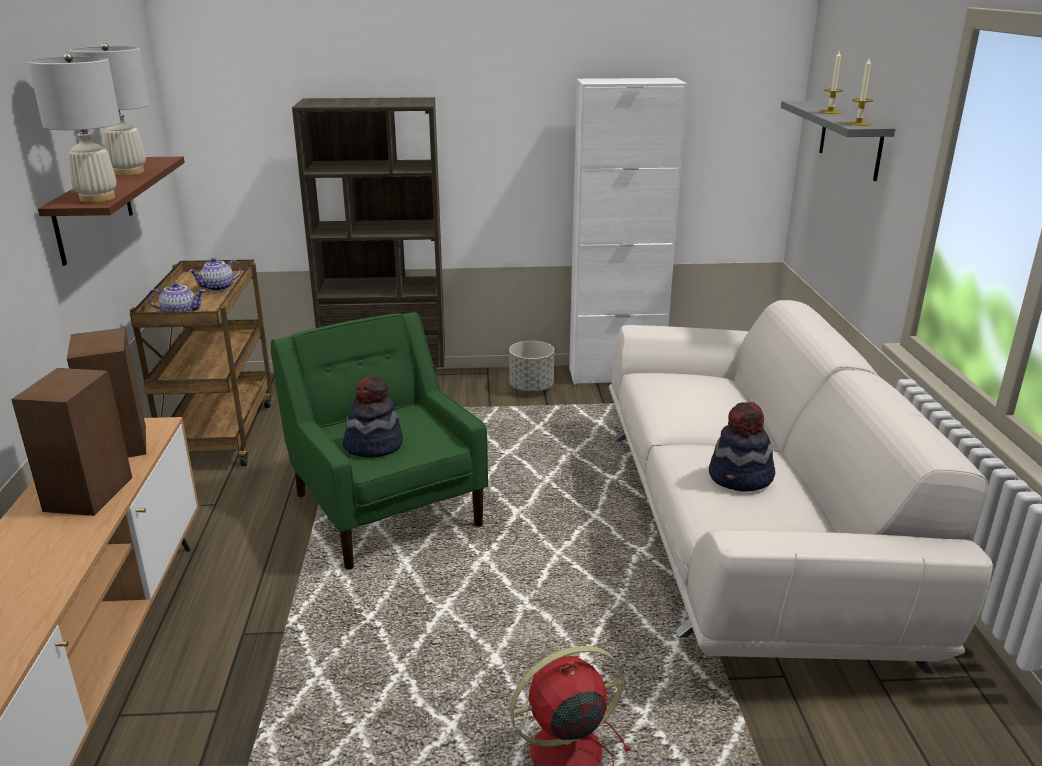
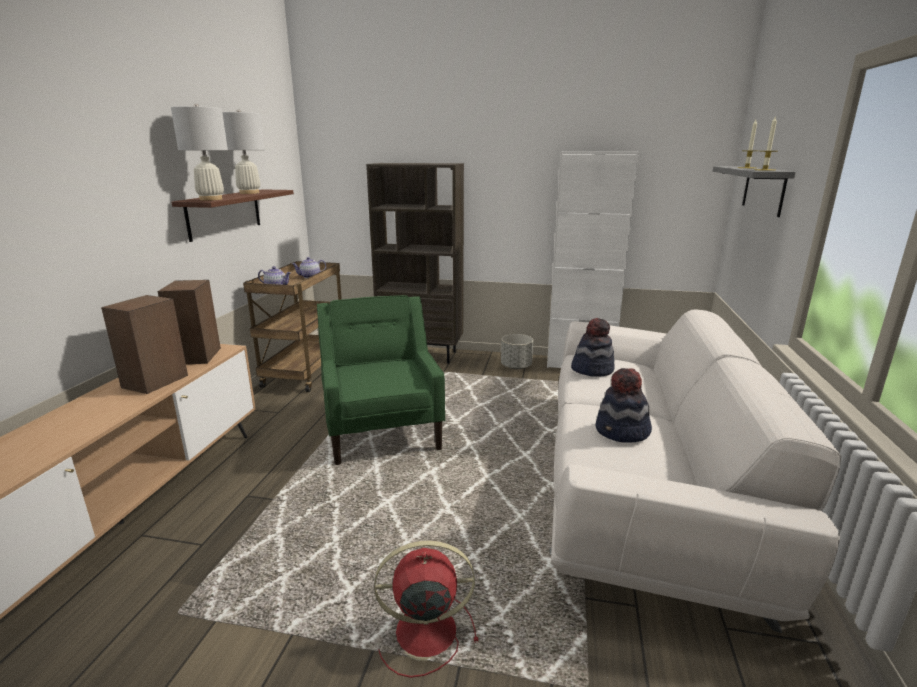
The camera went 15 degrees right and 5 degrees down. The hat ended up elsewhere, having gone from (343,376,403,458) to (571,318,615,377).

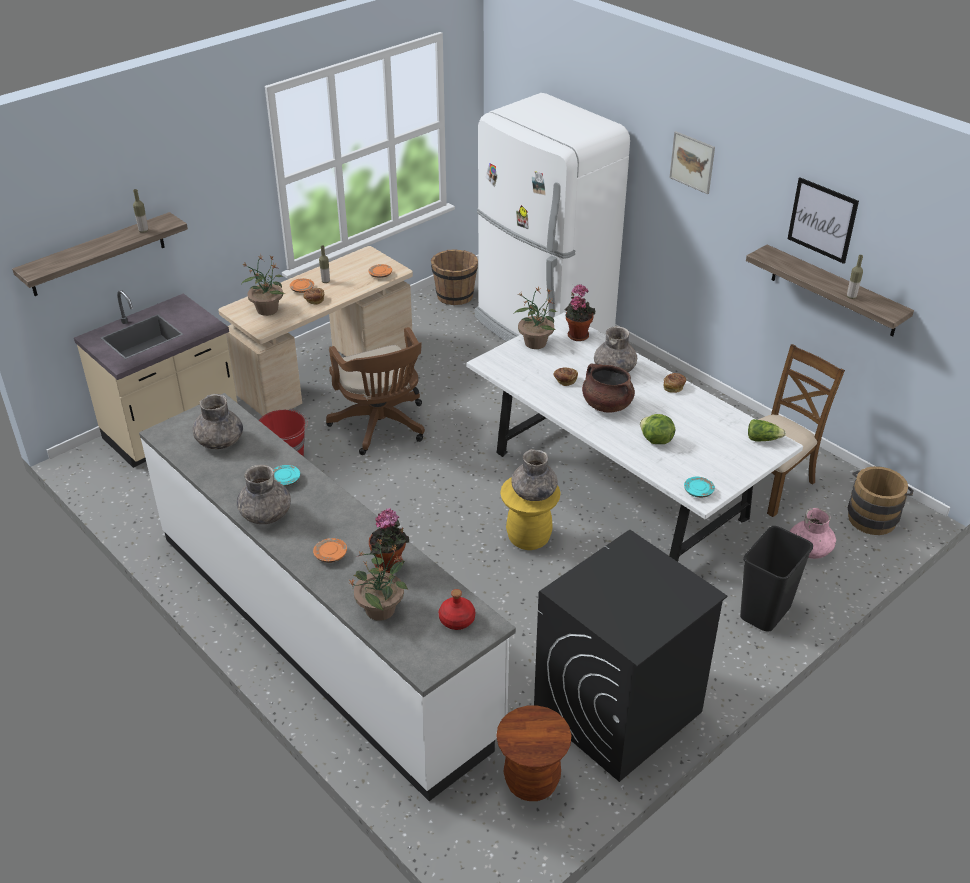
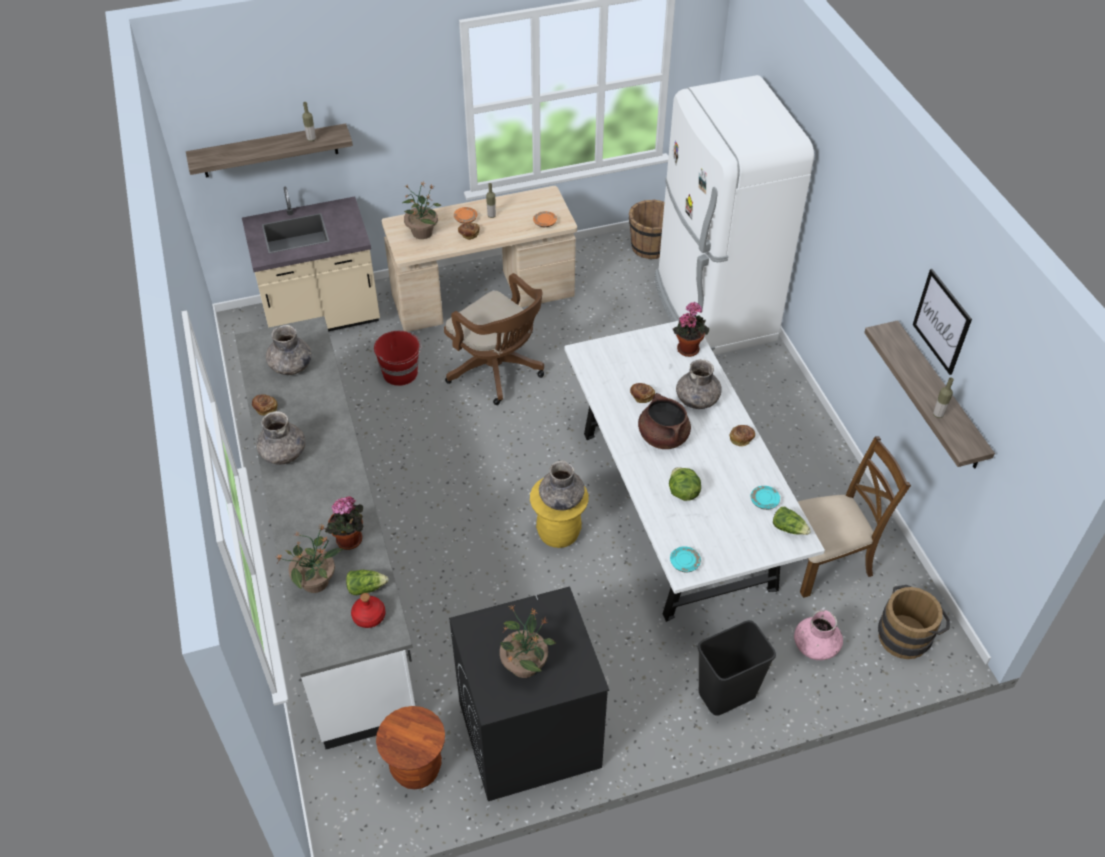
The camera went 25 degrees right and 10 degrees up. The turquoise plate ended up elsewhere, having gone from (273,465,300,487) to (751,486,780,510). The second view lost the orange plate at (313,538,347,563). The brown office chair at (326,327,425,455) ended up facing another way, 45 degrees counterclockwise from before. The potted plant ended up elsewhere, having gone from (514,286,557,349) to (500,605,555,678). The second view lost the picture at (669,131,715,194). The second view gained the bread at (252,394,277,416). The second view gained the lettuce at (346,570,389,595).

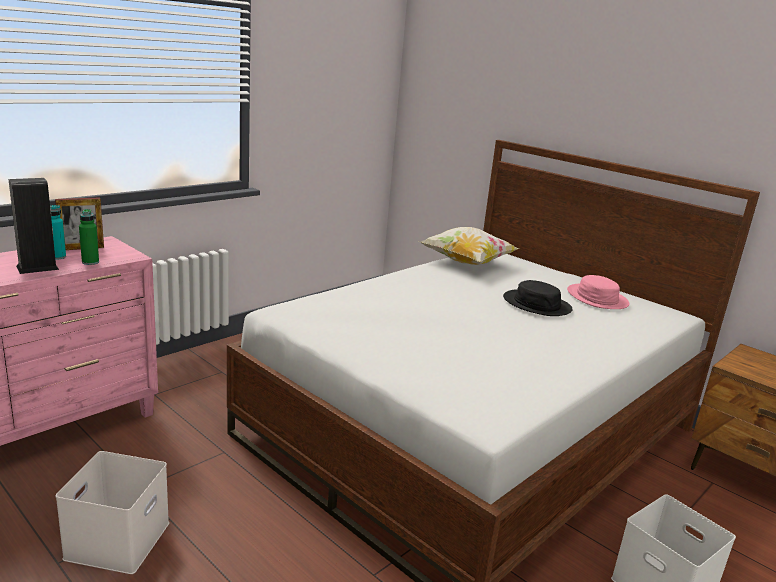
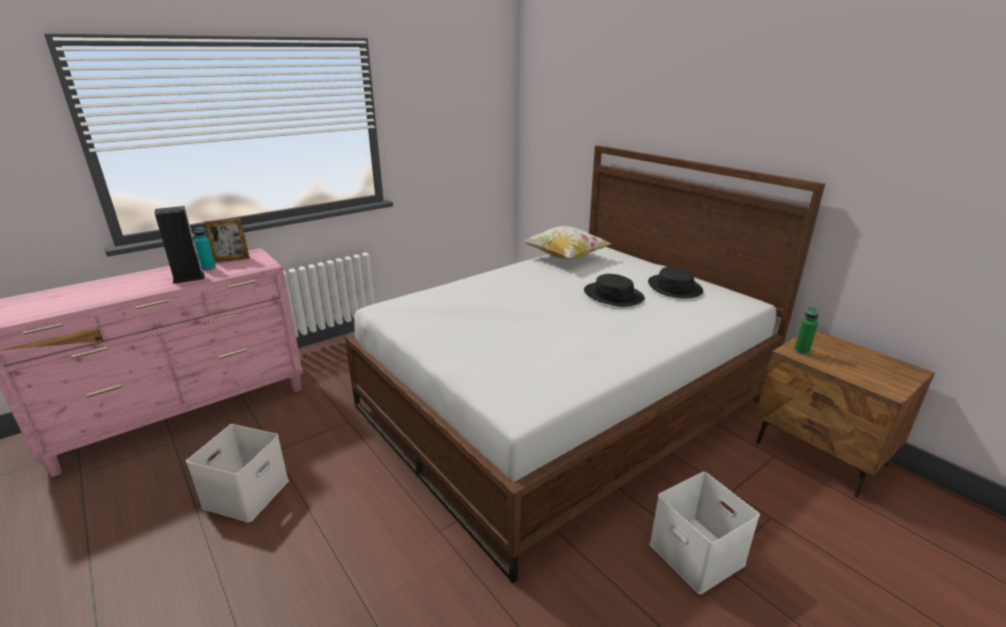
The camera went 10 degrees right and 5 degrees up. The green bottle ended up elsewhere, having gone from (79,209,99,265) to (794,307,818,355). What was the pink hat at (567,275,630,309) turned into the black hat at (648,267,703,298).

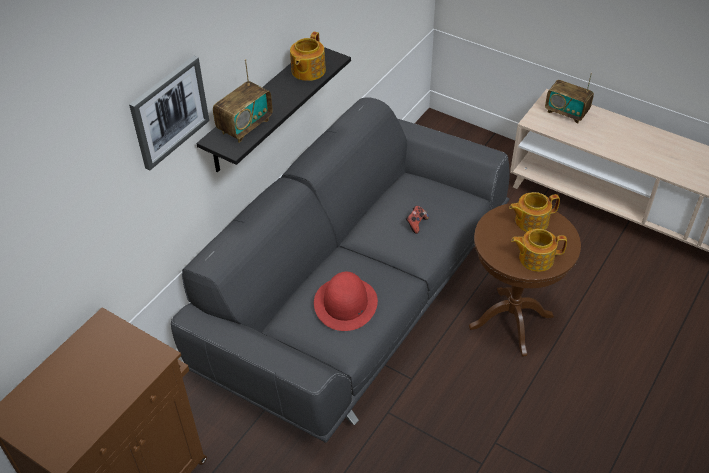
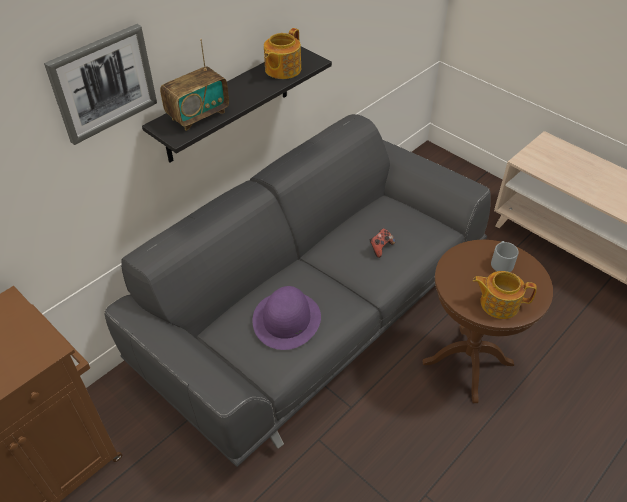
The camera went 10 degrees right and 0 degrees up. What was the red hat at (314,272,378,331) turned into the purple hat at (252,286,321,350). Where the teapot stood at (509,192,560,232), the grey mug came to stand at (491,241,519,272). The second view lost the radio at (545,72,594,123).

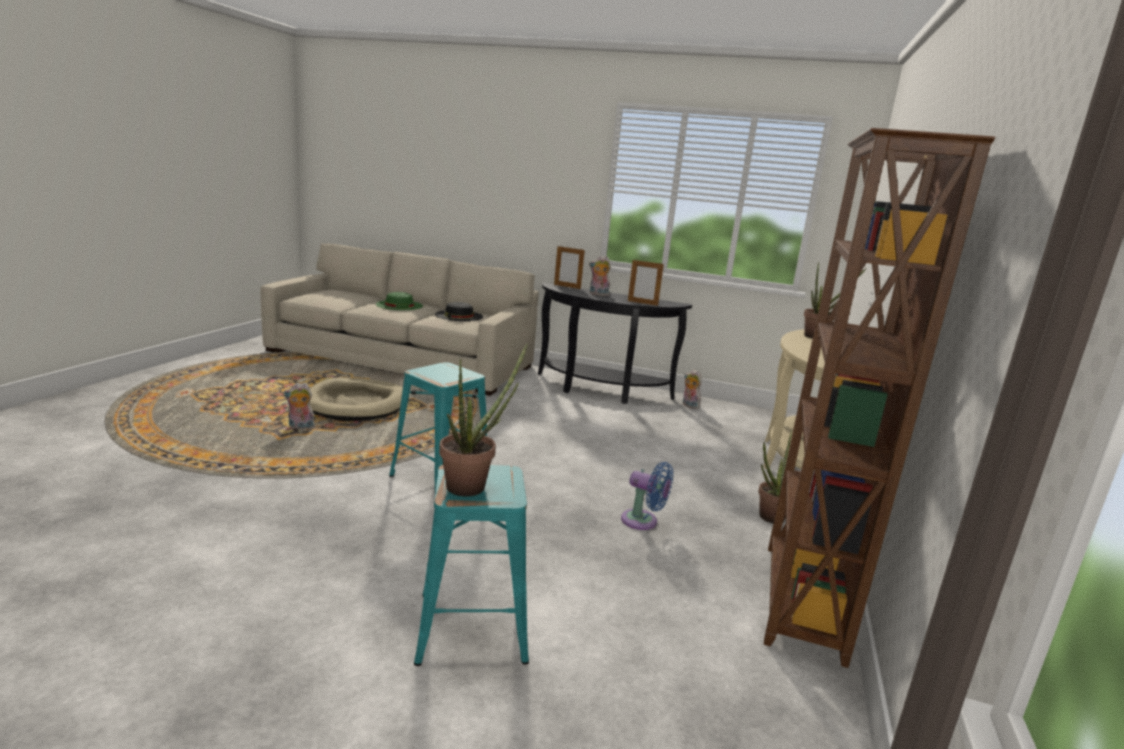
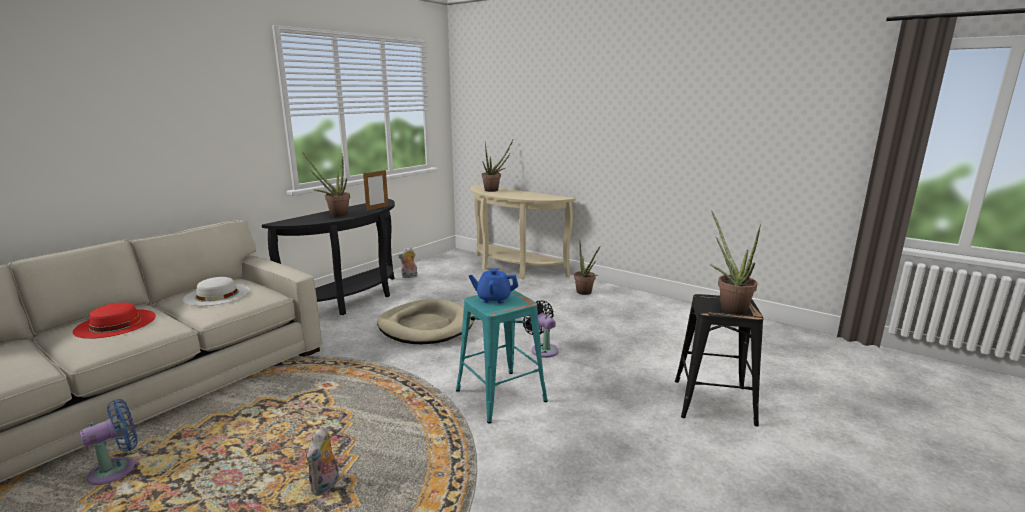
The camera went 70 degrees left and 0 degrees up. The beige dog bed ended up elsewhere, having gone from (310,377,403,421) to (377,299,474,344). What was the green hat at (376,292,423,310) turned into the red hat at (73,303,156,339). What was the turquoise stool at (414,465,529,666) turned into the black stool at (675,294,764,427). What was the black hat at (435,302,483,321) turned into the white hat at (183,277,250,306). The second view lost the picture frame at (554,245,585,289). Where the plush toy stood at (589,256,611,296), the potted plant came to stand at (302,152,350,217). The blue fan ended up elsewhere, having gone from (621,462,674,530) to (80,399,138,485). The second view lost the brown bookcase at (764,128,995,668). The second view gained the blue teapot at (469,268,518,304). The second view gained the black fan at (523,301,559,358).

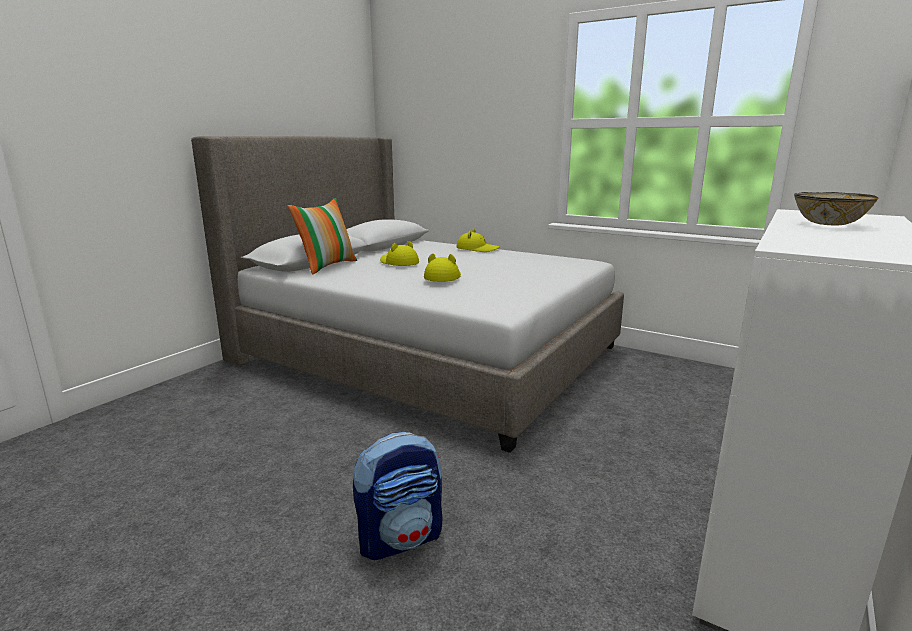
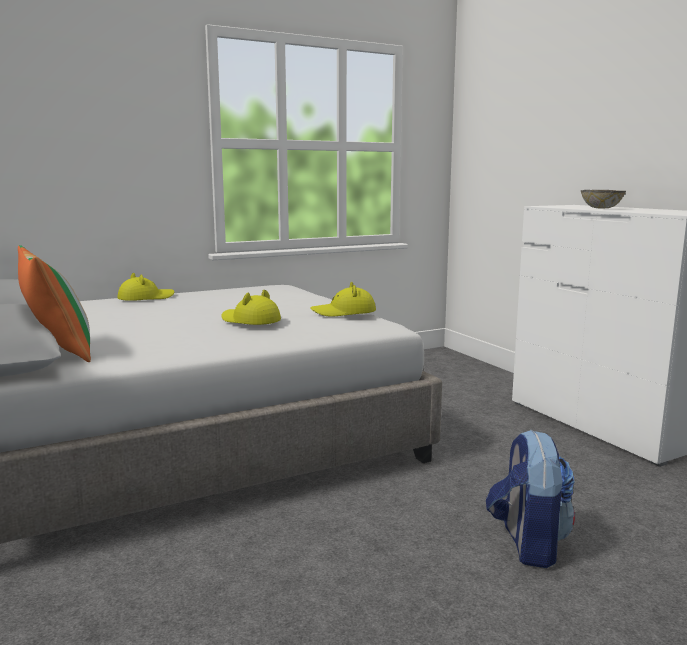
The camera went 60 degrees left and 5 degrees down. The yellow hat ended up elsewhere, having gone from (380,241,419,266) to (311,282,376,317).

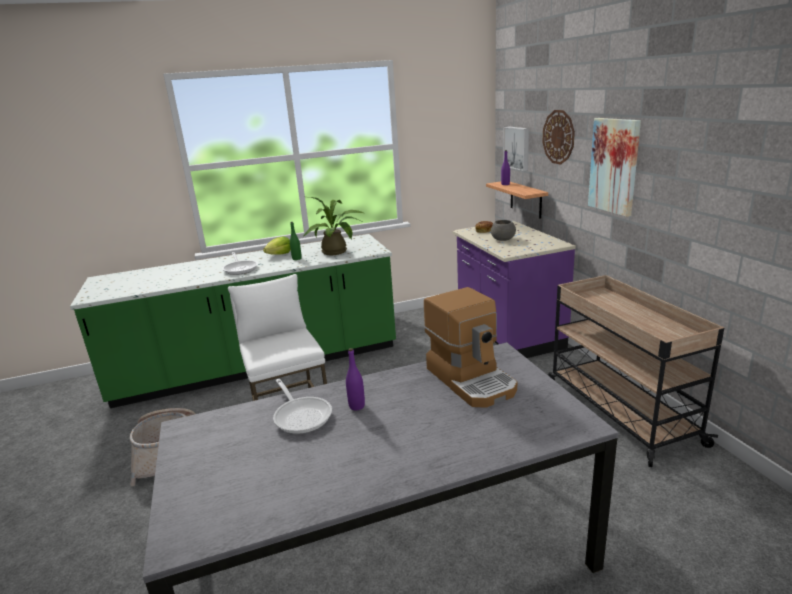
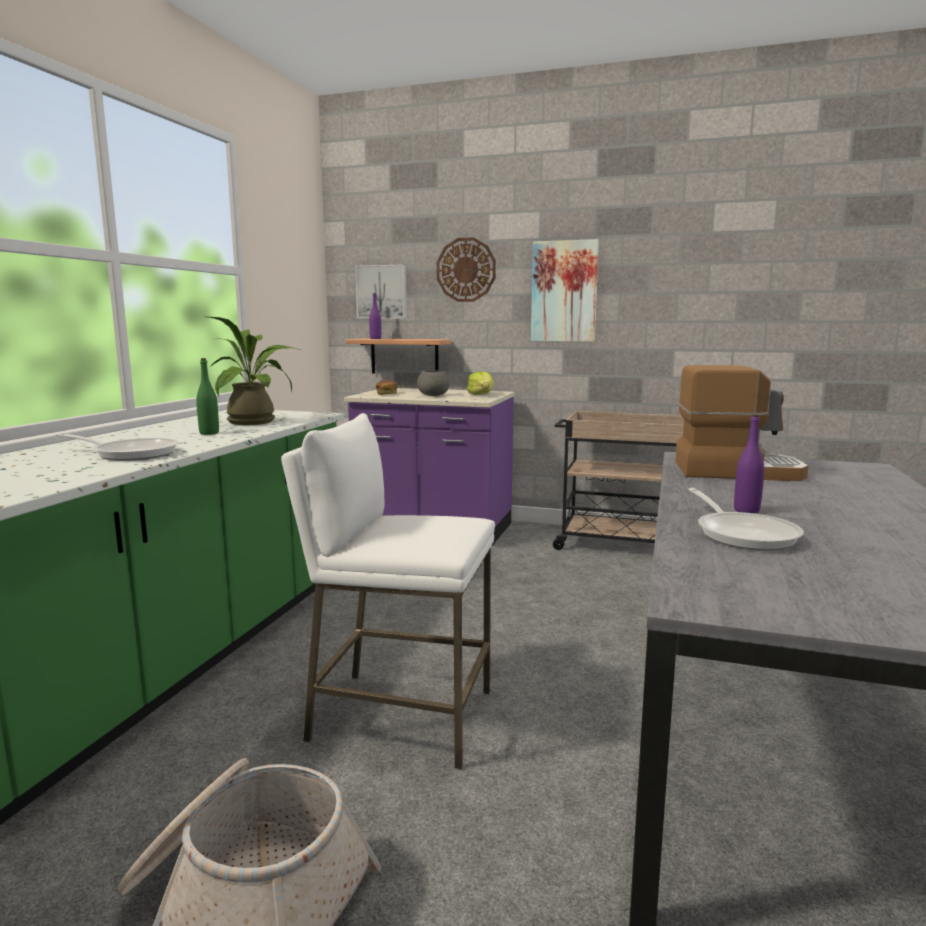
The camera went 55 degrees left and 10 degrees down. The lettuce ended up elsewhere, having gone from (263,236,291,255) to (467,371,494,395). The frying pan at (273,379,332,434) ended up facing another way, 75 degrees clockwise from before.

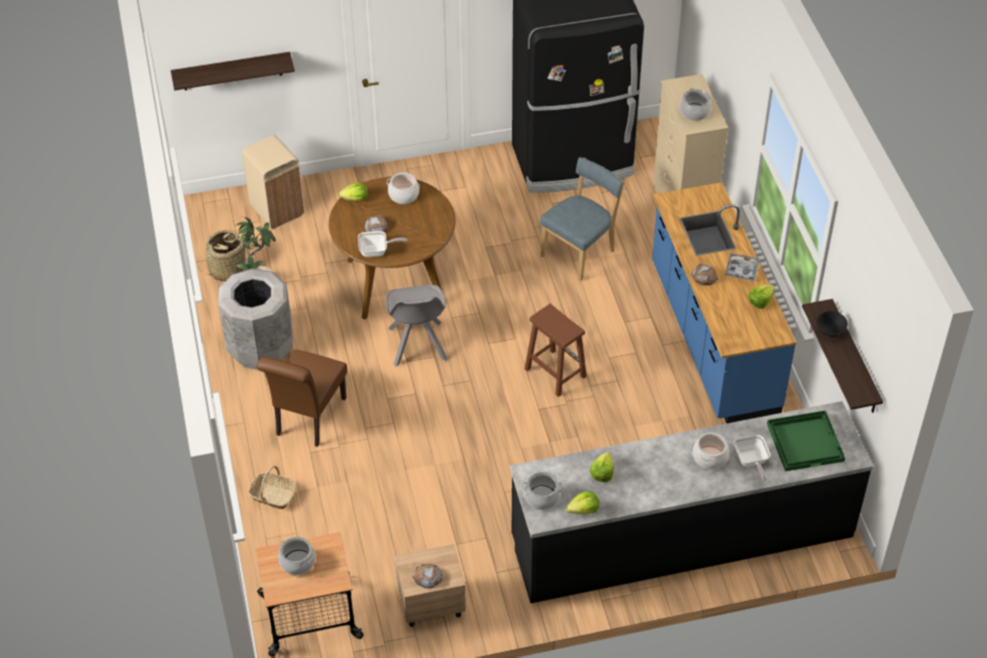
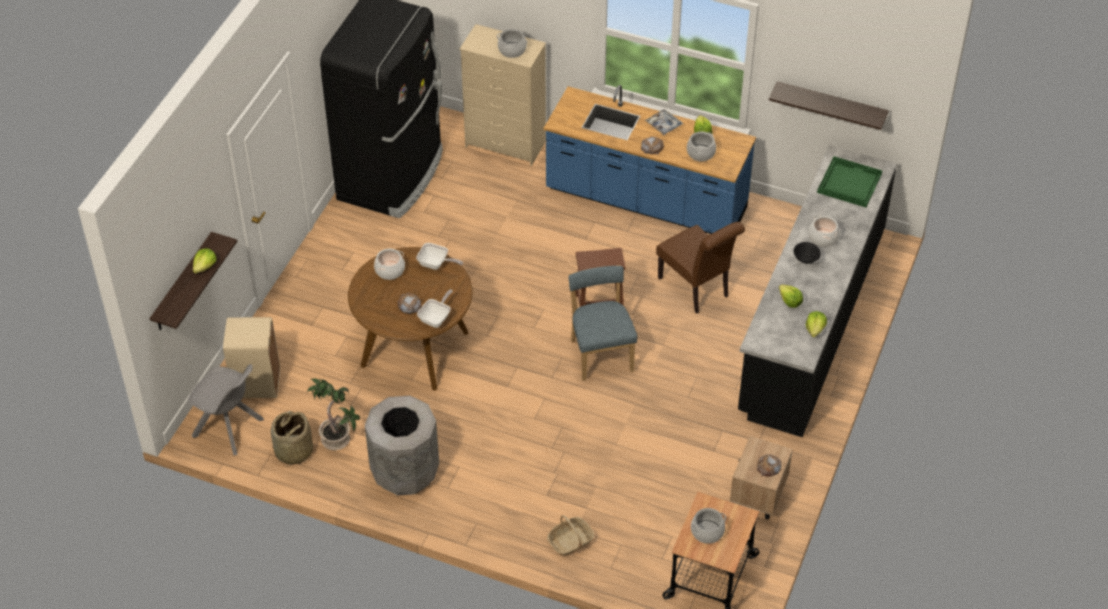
The camera went 55 degrees left and 0 degrees up. The brown chair ended up elsewhere, having gone from (257,349,347,447) to (656,222,745,314). The lettuce ended up elsewhere, having gone from (339,182,368,201) to (193,248,217,274). The grey chair ended up elsewhere, having gone from (386,285,448,367) to (188,364,264,456). The cooking pot ended up elsewhere, having gone from (522,472,563,510) to (687,132,716,161). The blue chair ended up elsewhere, having gone from (540,157,624,281) to (568,265,637,381). The frying pan ended up elsewhere, having gone from (734,435,770,481) to (416,243,463,270). The black bowl ended up elsewhere, having gone from (816,311,848,337) to (794,242,821,264).

